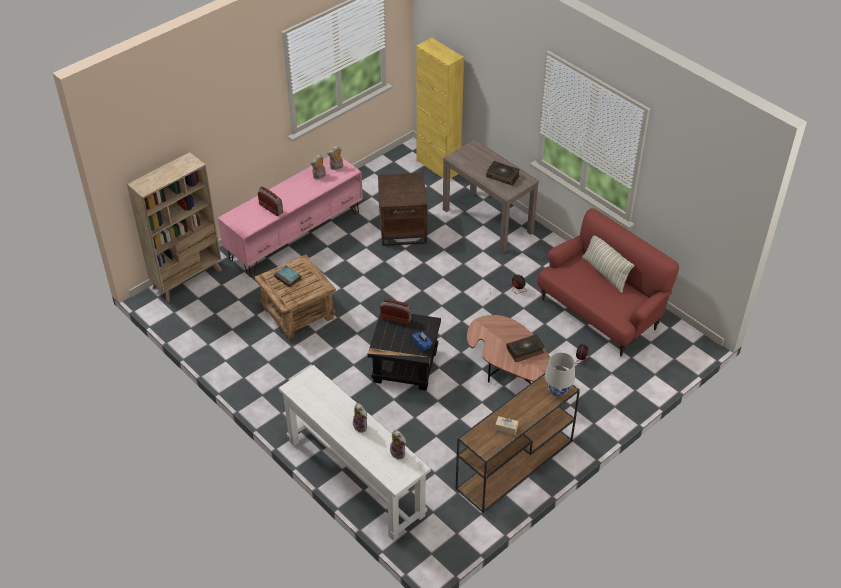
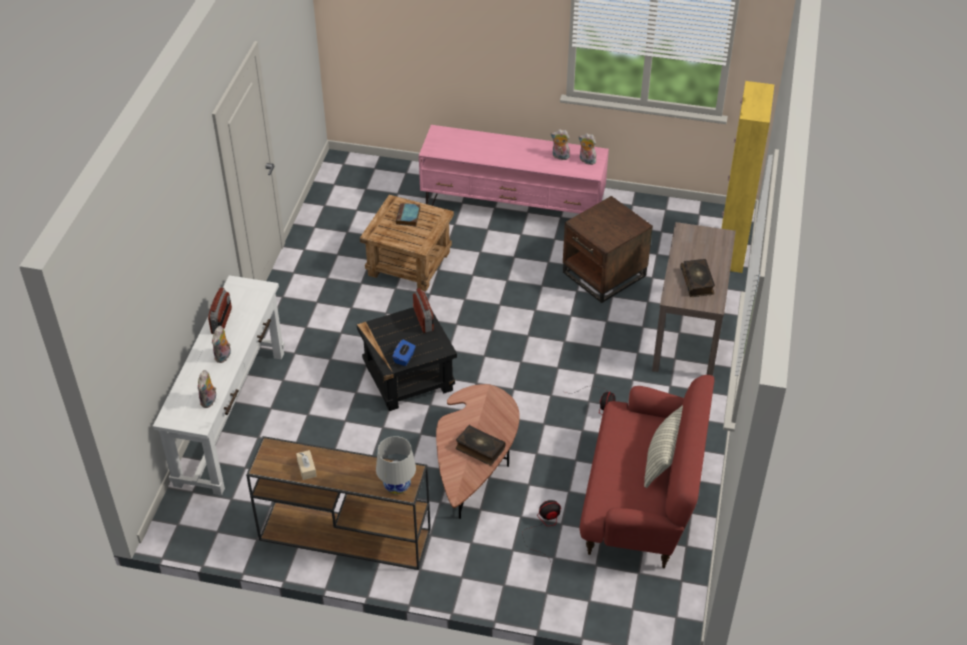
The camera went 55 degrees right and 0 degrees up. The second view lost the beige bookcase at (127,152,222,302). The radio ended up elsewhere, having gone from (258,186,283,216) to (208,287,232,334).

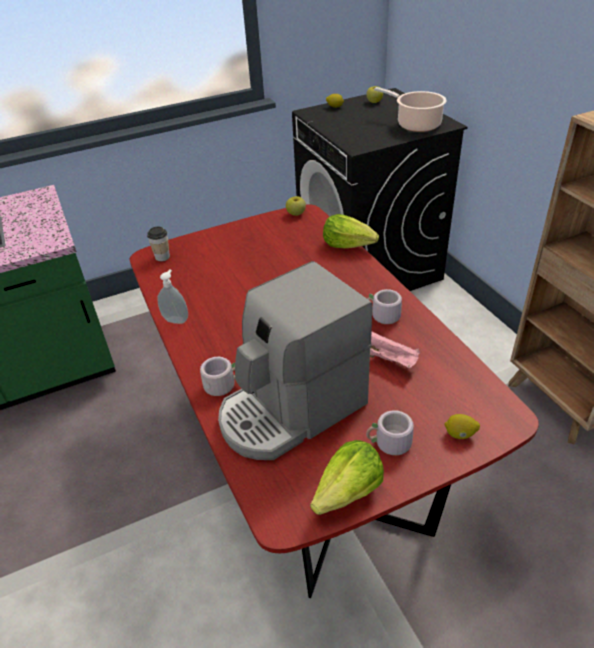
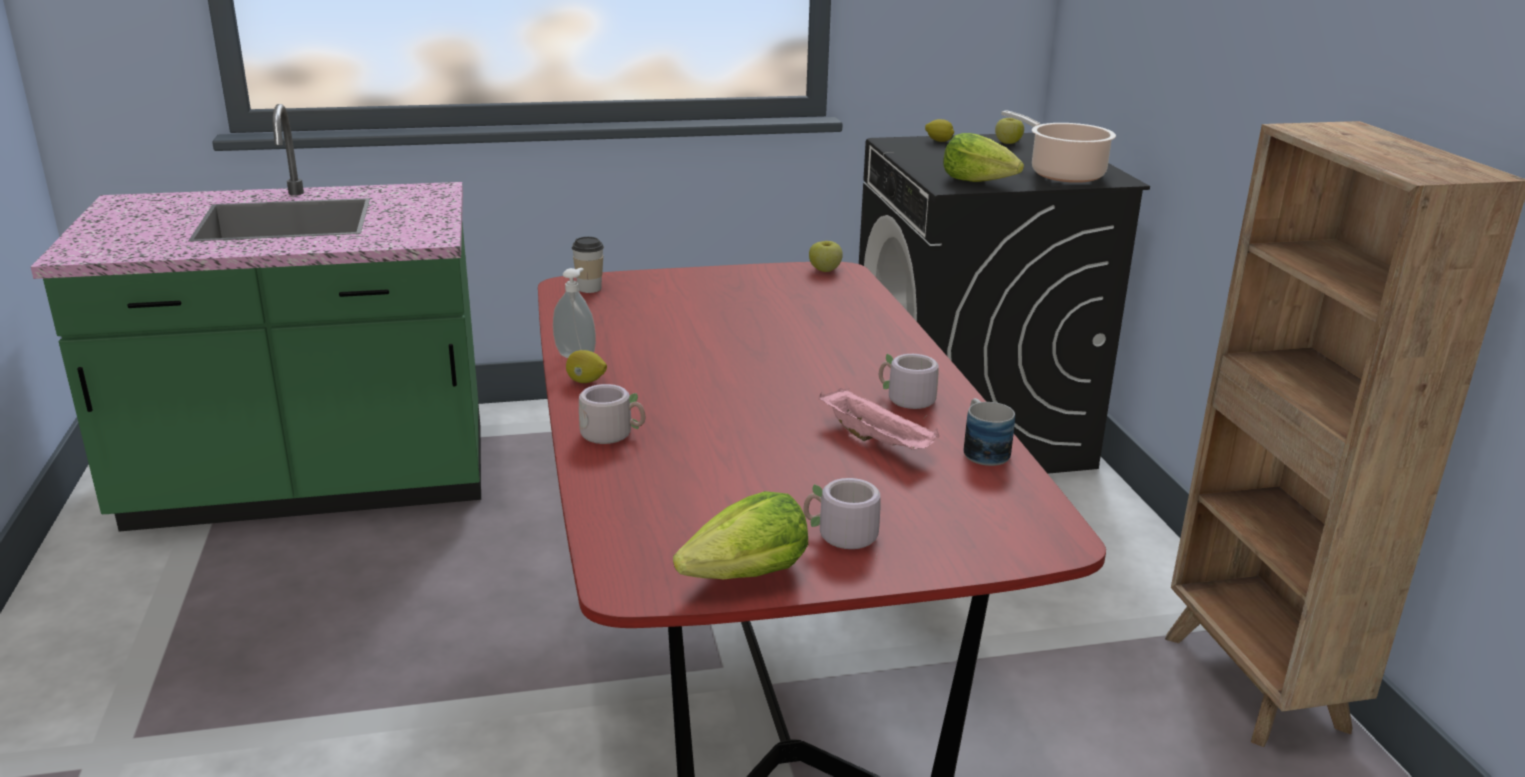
The camera went 10 degrees right and 15 degrees down. The second view lost the coffee machine at (218,261,372,460). The lettuce ended up elsewhere, having gone from (323,214,379,248) to (943,133,1024,182). The lemon ended up elsewhere, having gone from (444,414,480,439) to (566,350,607,383). The second view gained the mug at (963,398,1015,466).

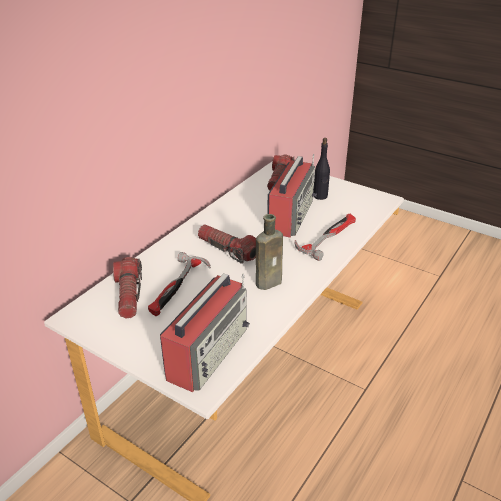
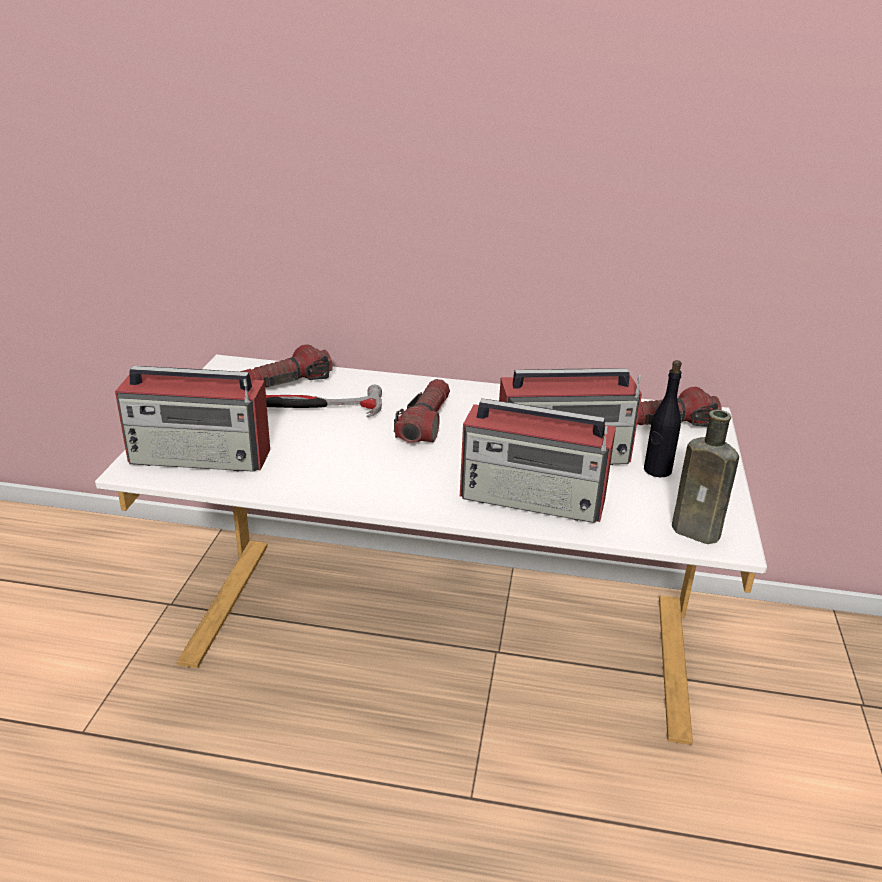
The camera went 65 degrees right and 5 degrees down. The brown bottle ended up elsewhere, having gone from (256,214,283,290) to (672,410,739,544). Where the hammer stood at (295,214,356,261), the radio came to stand at (460,398,616,523).

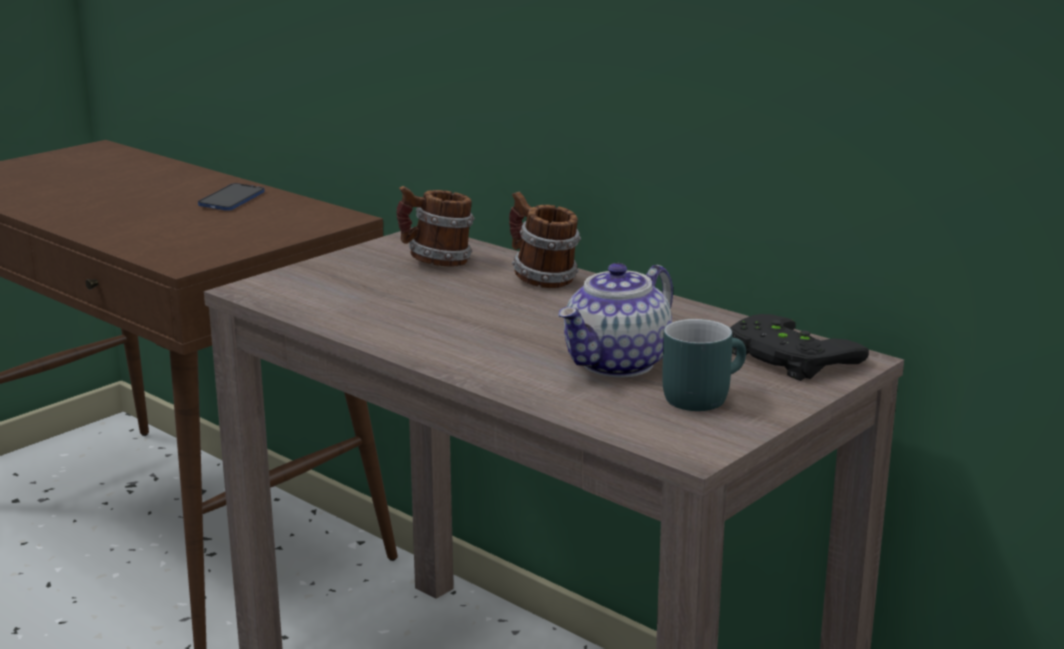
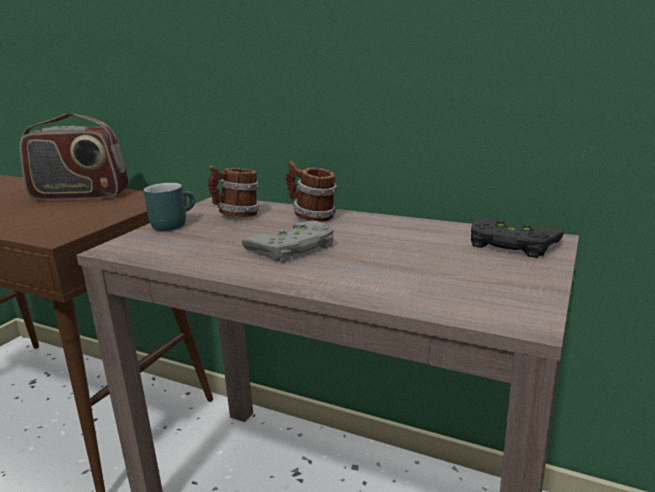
The camera went 15 degrees left and 0 degrees up. Where the phone stood at (198,183,264,211), the radio came to stand at (20,113,129,201). The second view lost the teapot at (558,263,673,378). The turquoise mug ended up elsewhere, having gone from (662,319,746,411) to (144,183,195,231). The second view gained the grey game controller at (242,221,334,263).

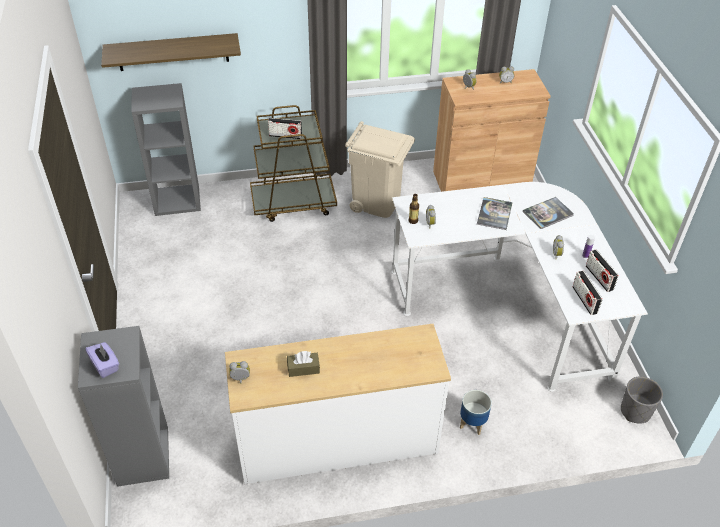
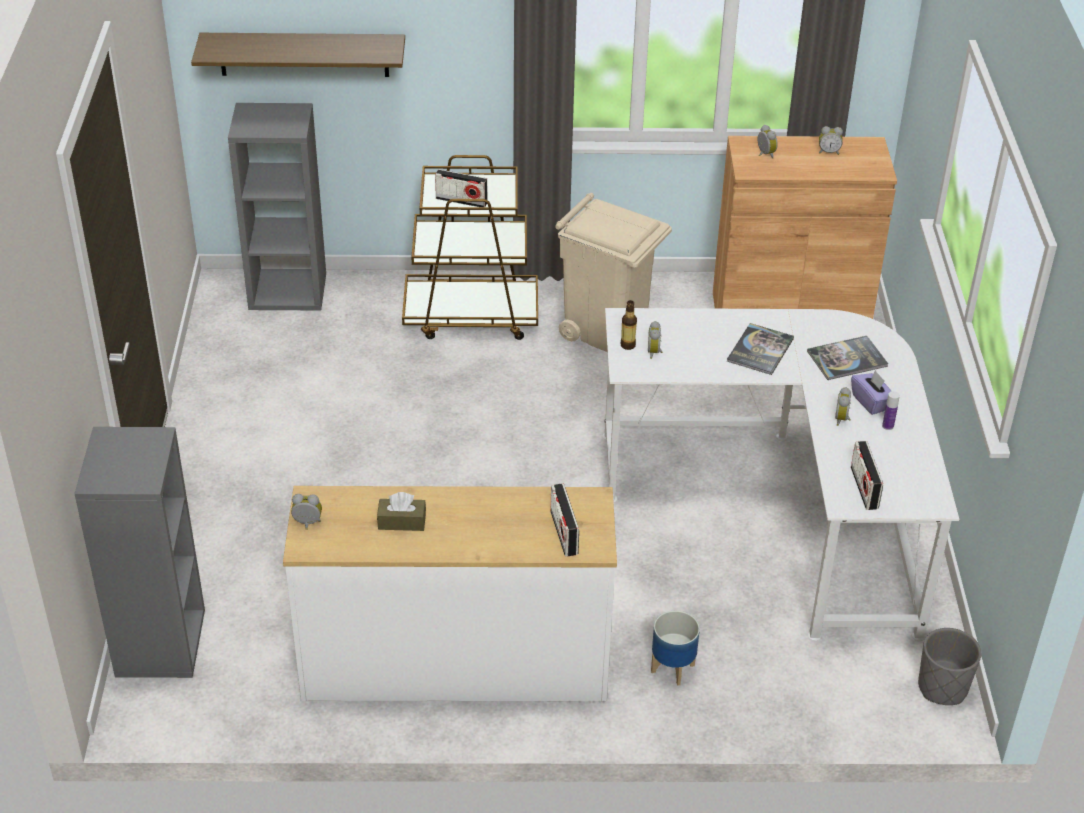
The camera went 10 degrees right and 5 degrees down. The purple tissue box ended up elsewhere, having gone from (85,342,119,378) to (851,370,891,415). The radio ended up elsewhere, having gone from (586,250,619,292) to (550,484,579,557).

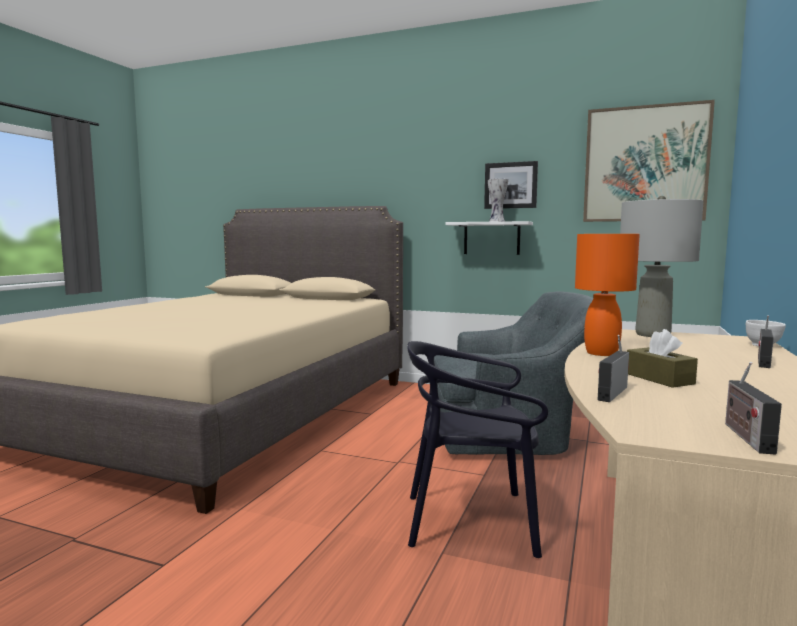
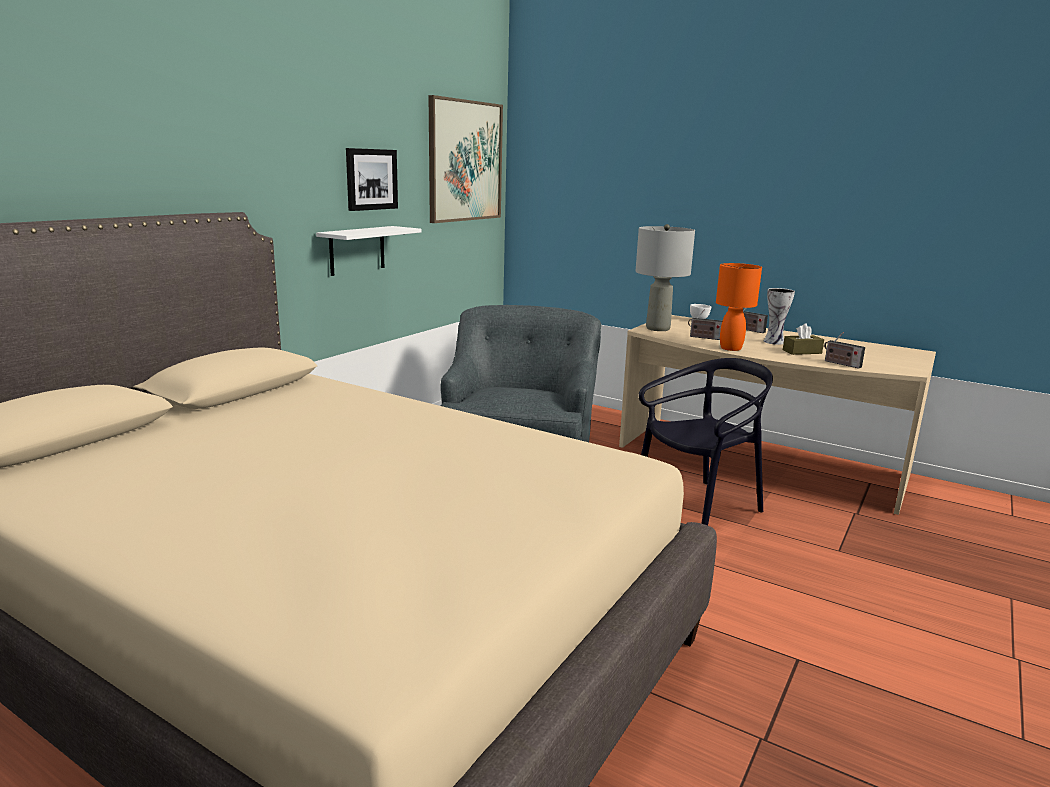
The camera went 80 degrees left and 10 degrees up. The black chair at (407,341,548,558) ended up facing another way, 135 degrees counterclockwise from before. The vase ended up elsewhere, having gone from (488,179,508,222) to (764,288,795,345). The radio ended up elsewhere, having gone from (725,362,782,454) to (688,309,722,340).

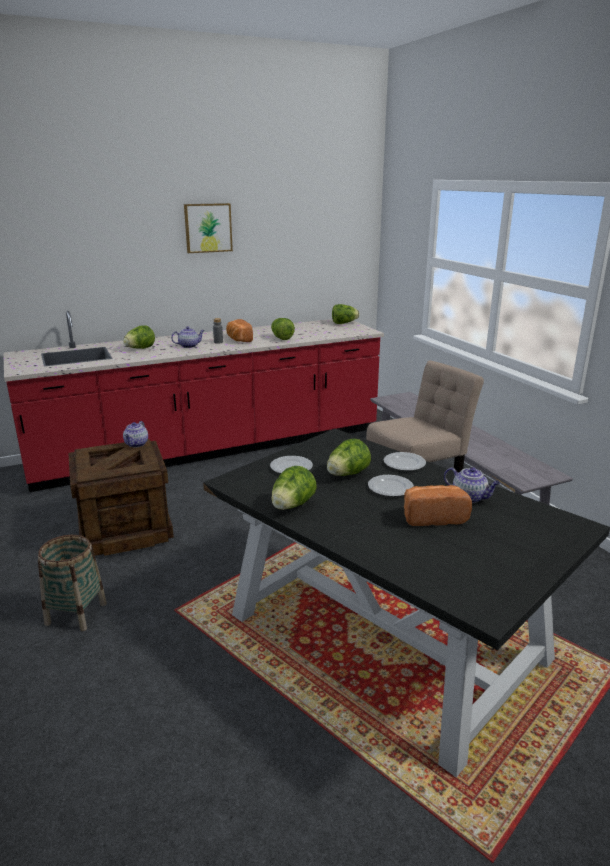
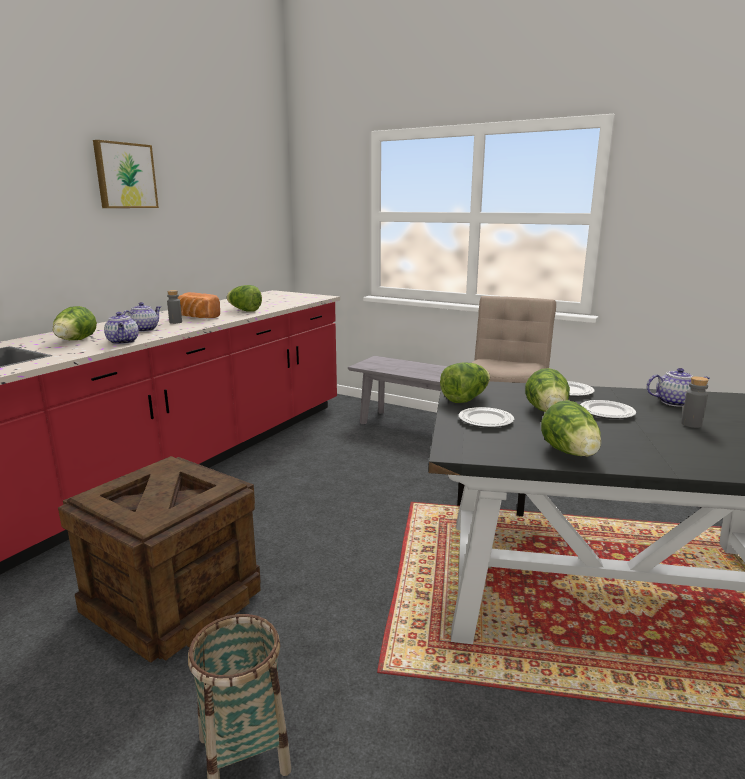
The camera went 35 degrees left and 5 degrees down. The teapot ended up elsewhere, having gone from (123,421,148,447) to (104,312,139,345). The lettuce ended up elsewhere, having gone from (332,304,359,324) to (440,362,490,403). Where the bread stood at (404,485,472,526), the grey bottle came to stand at (681,376,709,428).

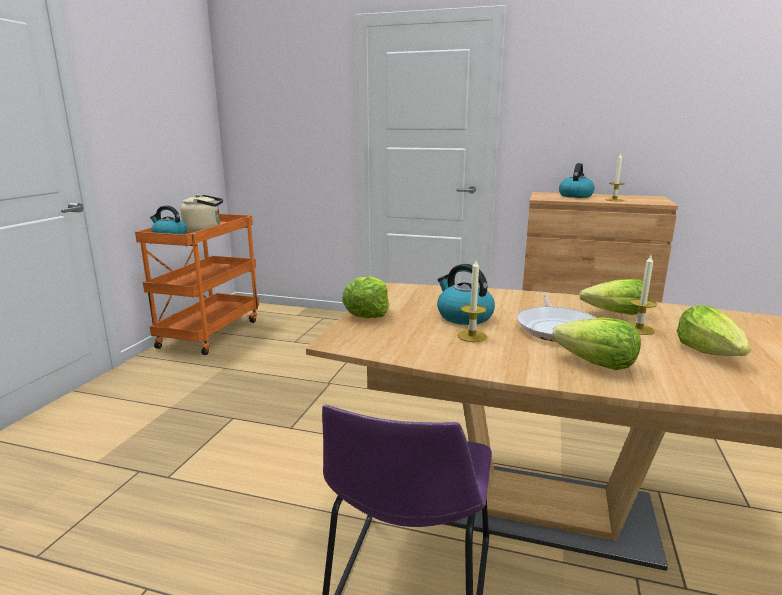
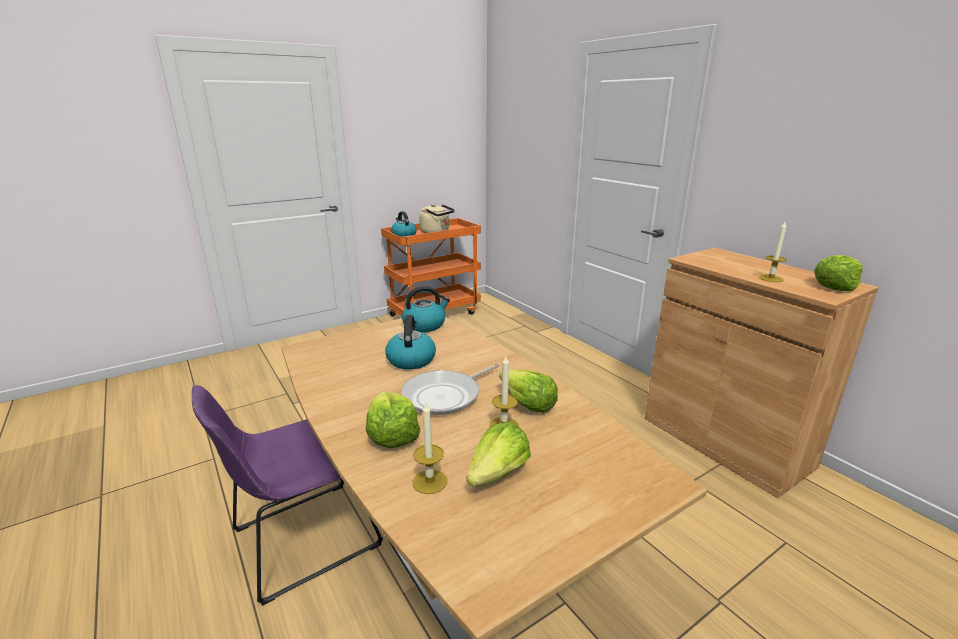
The camera went 40 degrees right and 5 degrees up. The lettuce ended up elsewhere, having gone from (342,276,390,318) to (814,255,862,291). The candle ended up elsewhere, having gone from (457,260,487,342) to (413,403,447,494). The kettle ended up elsewhere, having gone from (559,163,595,198) to (402,286,450,332).

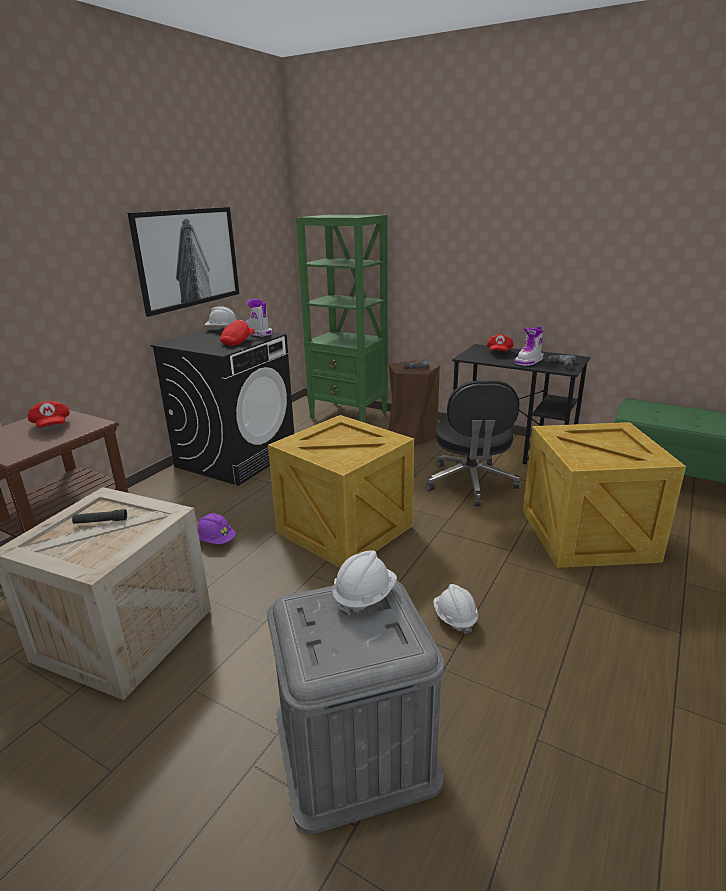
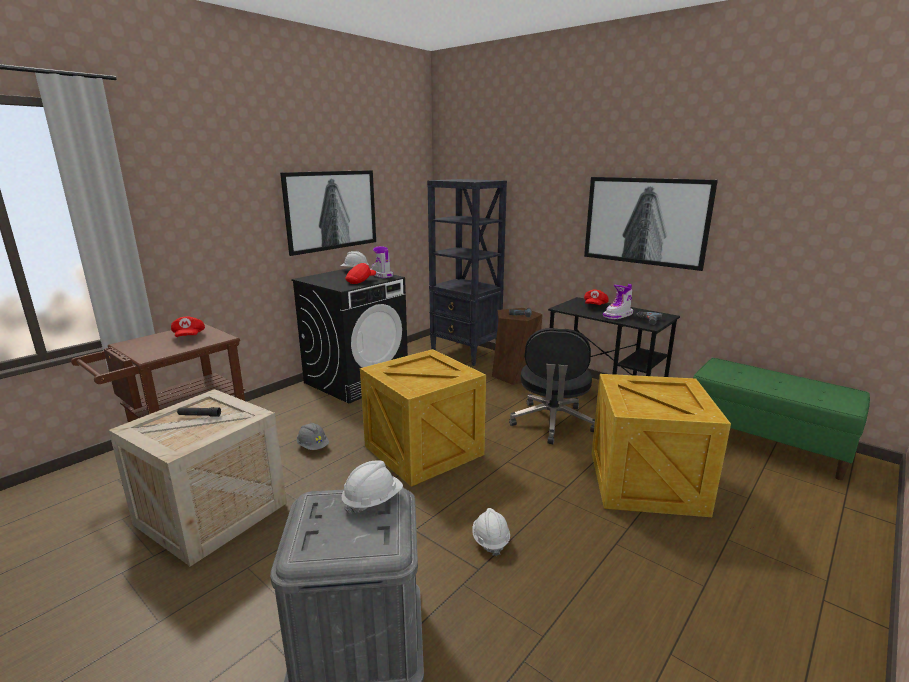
The camera went 10 degrees right and 5 degrees down. What was the purple hard hat at (197,513,236,544) turned into the grey hard hat at (297,423,329,450). What was the green bookcase at (296,215,388,423) turned into the black bookcase at (427,179,507,366). The second view gained the picture at (584,177,718,271).

